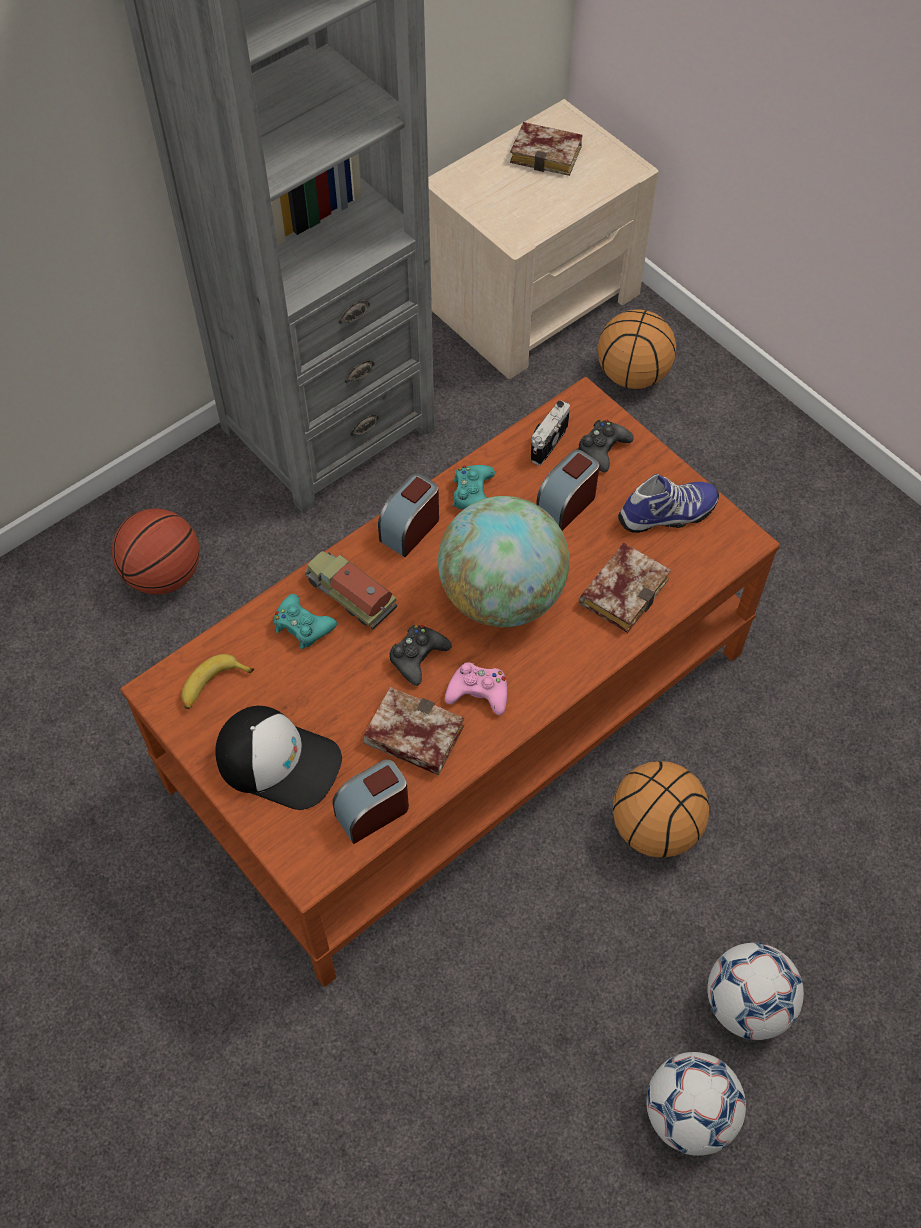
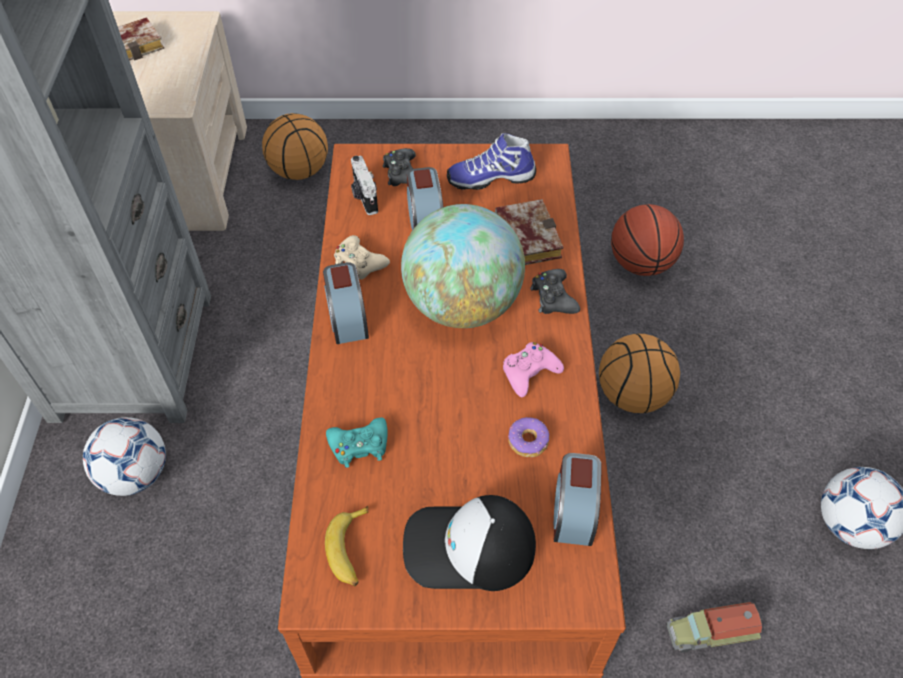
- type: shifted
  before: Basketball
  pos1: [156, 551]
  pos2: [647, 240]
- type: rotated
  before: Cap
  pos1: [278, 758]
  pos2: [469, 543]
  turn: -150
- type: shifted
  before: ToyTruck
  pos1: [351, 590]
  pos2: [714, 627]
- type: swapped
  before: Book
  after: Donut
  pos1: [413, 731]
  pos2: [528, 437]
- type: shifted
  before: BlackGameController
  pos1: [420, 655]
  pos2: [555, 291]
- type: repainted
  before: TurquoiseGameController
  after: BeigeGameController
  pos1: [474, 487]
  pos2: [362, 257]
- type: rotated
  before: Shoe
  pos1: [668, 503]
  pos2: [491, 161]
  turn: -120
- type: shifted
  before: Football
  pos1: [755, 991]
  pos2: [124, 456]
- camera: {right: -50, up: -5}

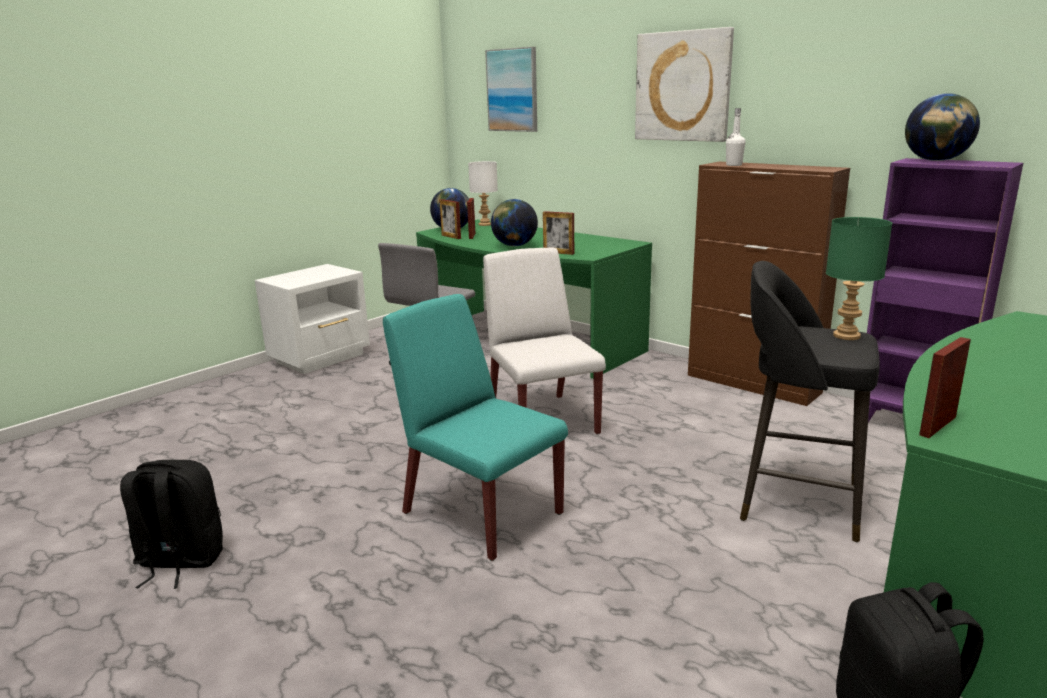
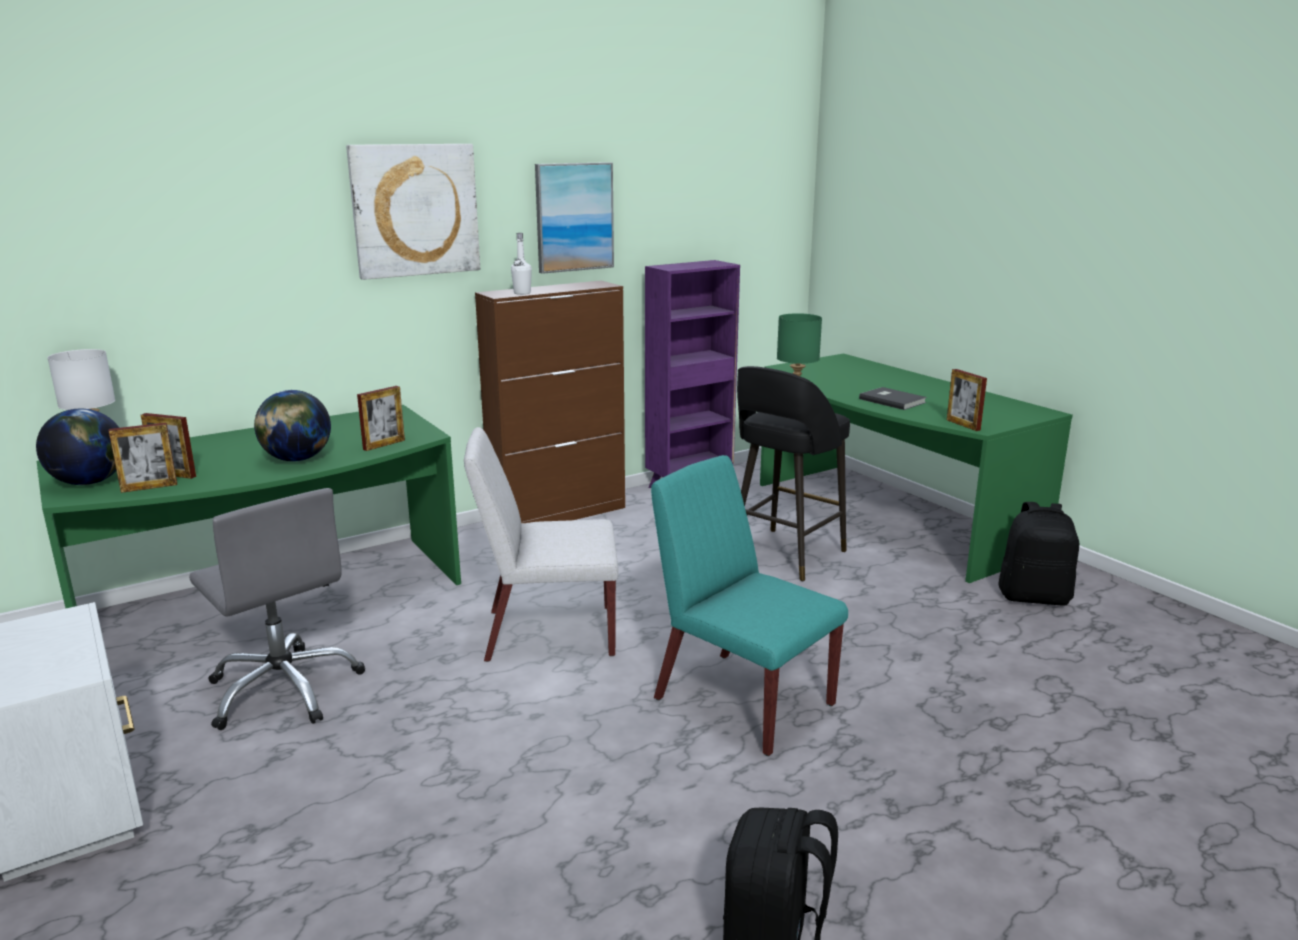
- type: rotated
  before: TurquoiseChair
  pos1: [475, 427]
  pos2: [749, 605]
  turn: 75
- type: shifted
  before: Picture
  pos1: [511, 89]
  pos2: [574, 218]
- type: gone
  before: Globe
  pos1: [942, 127]
- type: new
  after: GreyBook
  pos2: [893, 398]
- camera: {right: -75, up: 0}

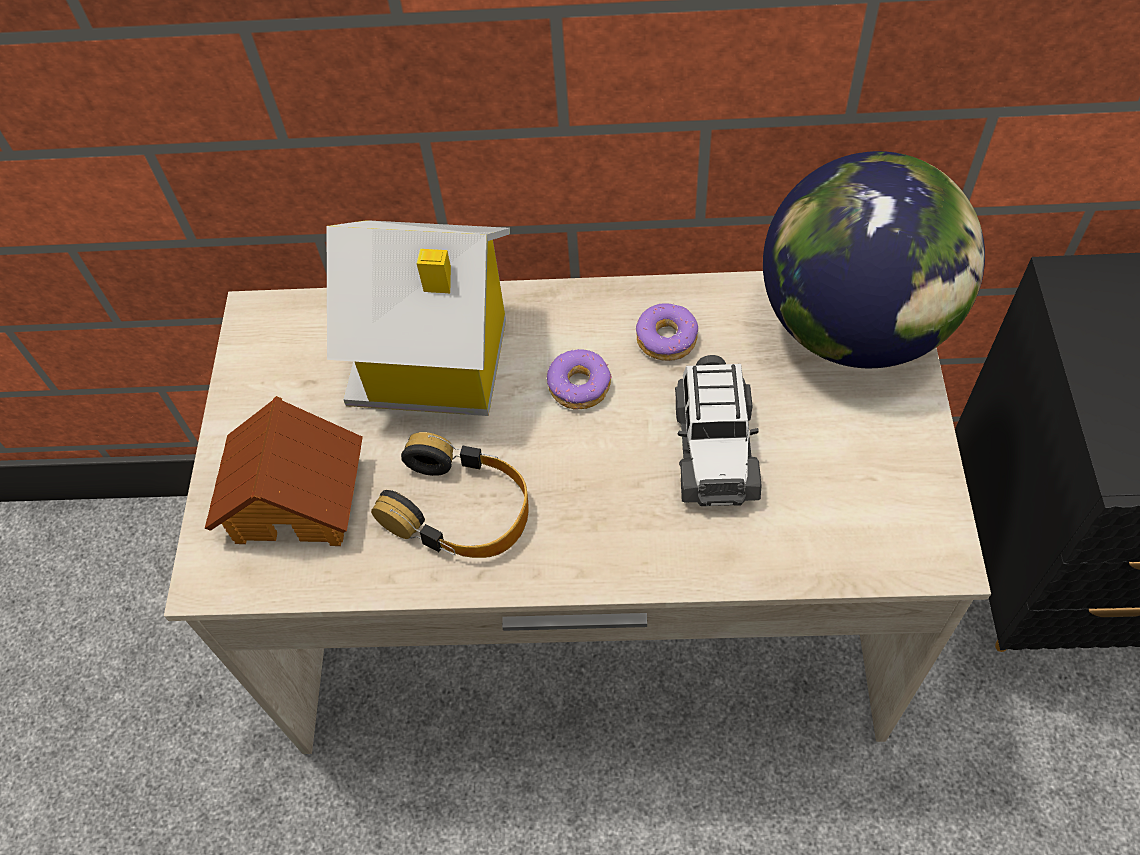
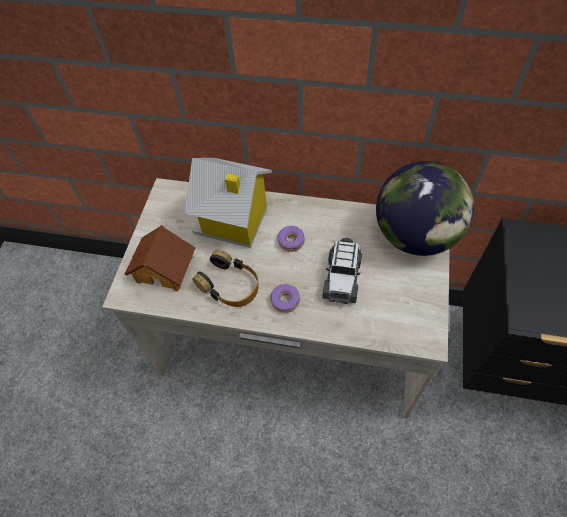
- type: shifted
  before: Donut
  pos1: [667, 332]
  pos2: [285, 298]
- camera: {right: 10, up: 0}

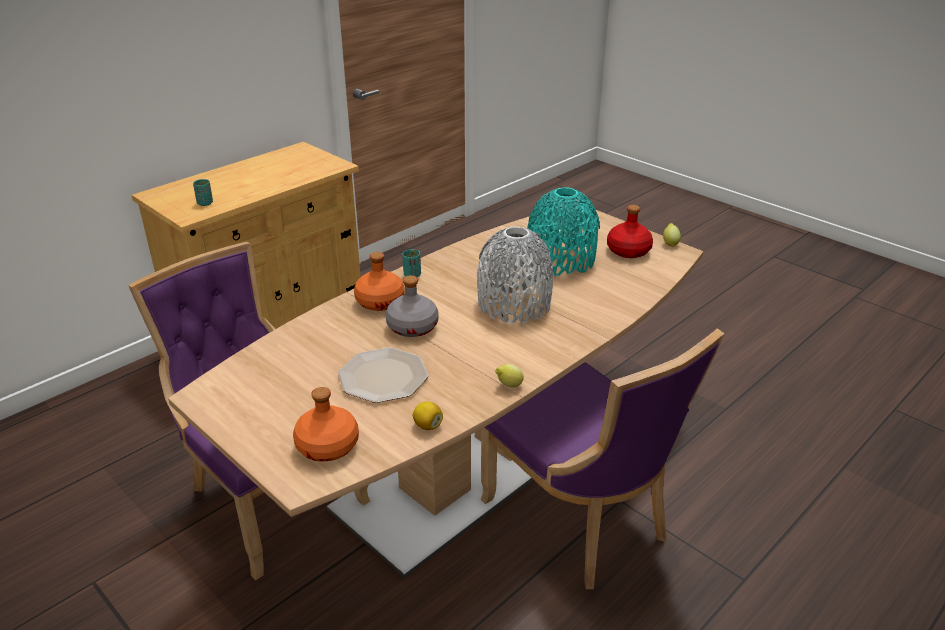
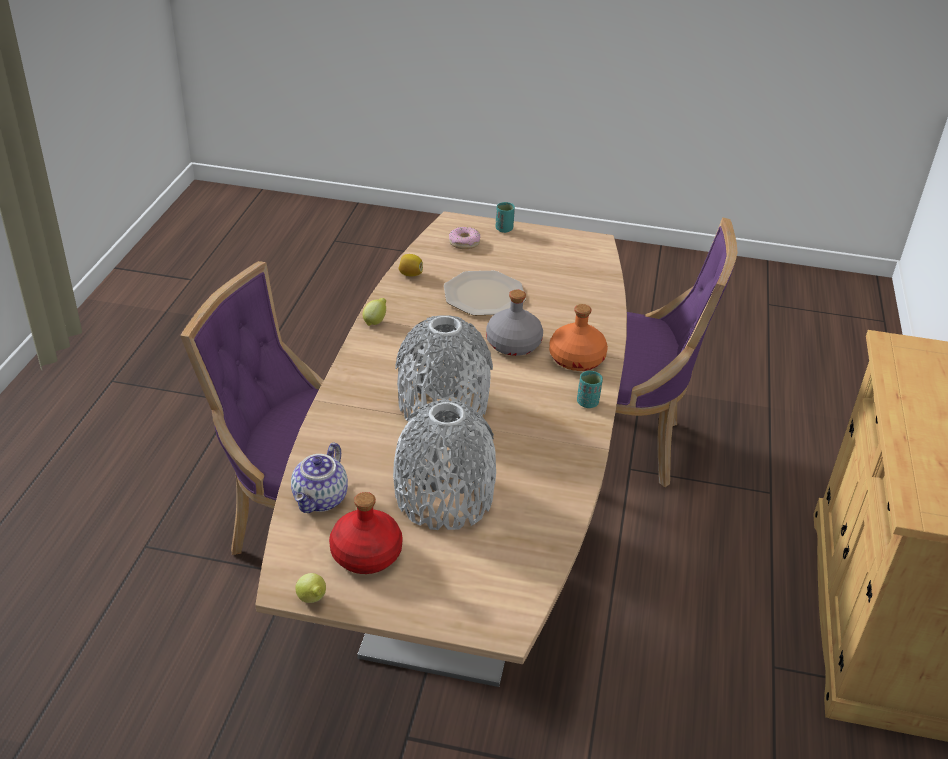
- type: shifted
  before: TurquoiseCup
  pos1: [203, 192]
  pos2: [505, 217]
- type: swapped
  before: OrangeBottle
  after: Donut
  pos1: [326, 424]
  pos2: [464, 238]
- type: repainted
  before: TurquoiseVase
  after: GreyVase
  pos1: [563, 231]
  pos2: [444, 464]
- type: new
  after: Teapot
  pos2: [319, 477]
- camera: {right: 145, up: 5}

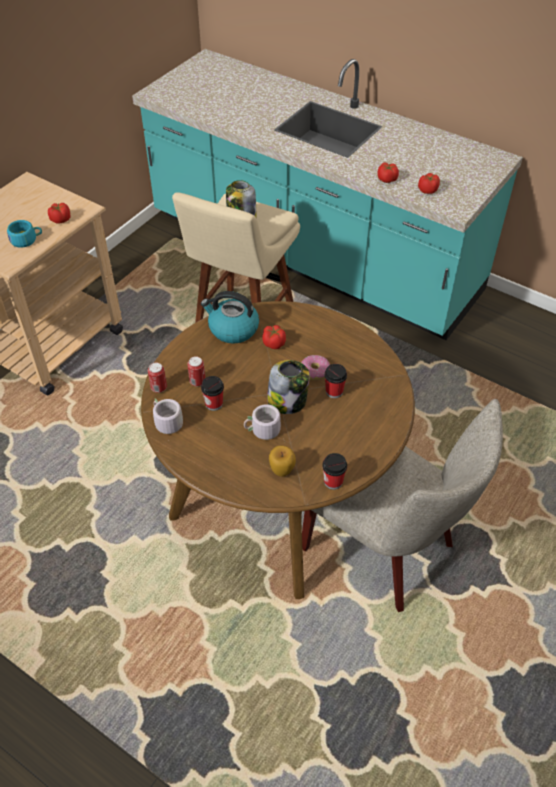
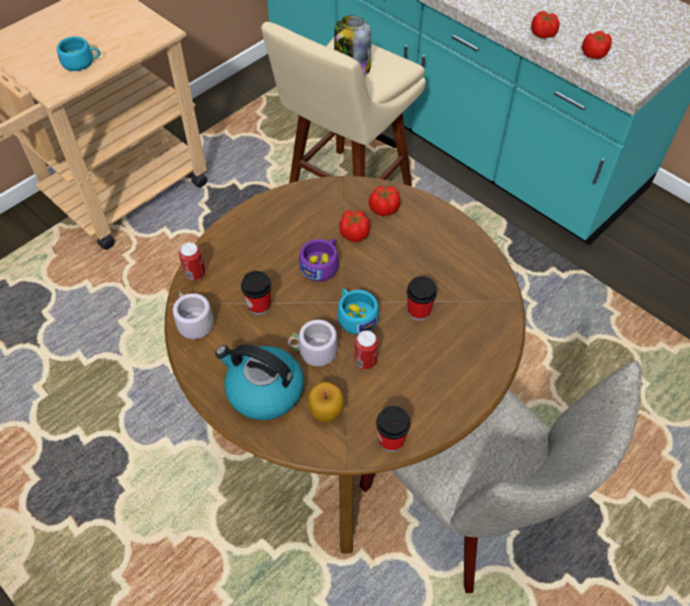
- type: shifted
  before: Tomato
  pos1: [59, 213]
  pos2: [384, 201]
- type: shifted
  before: Can
  pos1: [196, 371]
  pos2: [366, 350]
- type: shifted
  before: Kettle
  pos1: [230, 317]
  pos2: [259, 382]
- type: swapped
  before: Jar
  after: TurquoiseCup
  pos1: [288, 387]
  pos2: [358, 311]
- type: gone
  before: Donut
  pos1: [315, 367]
- type: new
  after: PurpleCup
  pos2: [319, 260]
- camera: {right: 10, up: 5}

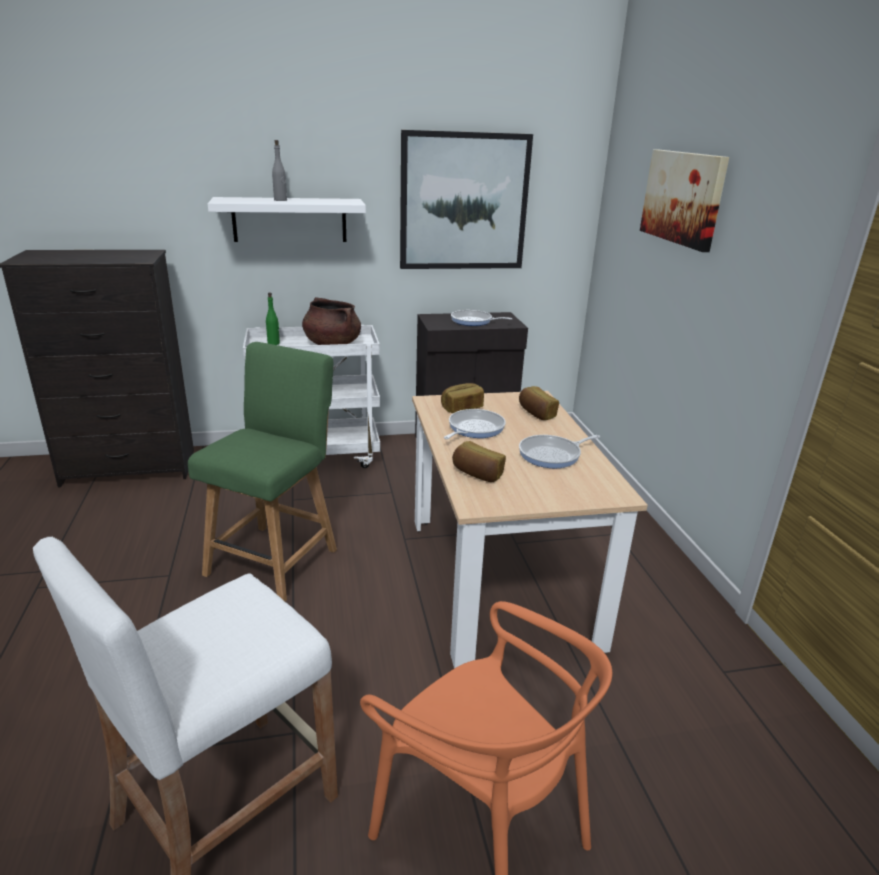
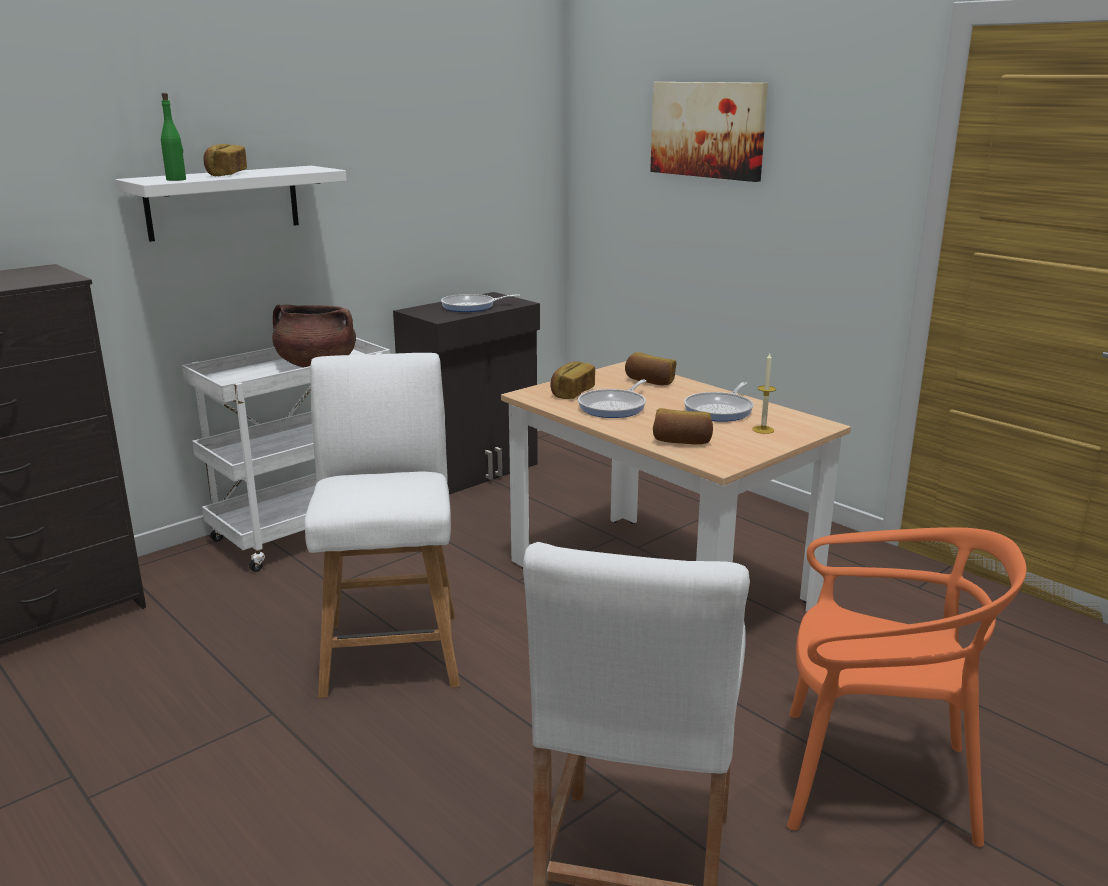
- type: repainted
  before: GreenChair
  after: WhiteChair
  pos1: [262, 472]
  pos2: [382, 525]
- type: shifted
  before: GreenBottle
  pos1: [273, 318]
  pos2: [173, 137]
- type: swapped
  before: GreyBottle
  after: Bread
  pos1: [279, 170]
  pos2: [225, 160]
- type: gone
  before: Picture
  pos1: [466, 199]
- type: rotated
  before: FryingPan
  pos1: [475, 424]
  pos2: [612, 399]
  turn: -150
- type: new
  after: Candle
  pos2: [764, 393]
- camera: {right: -30, up: -5}

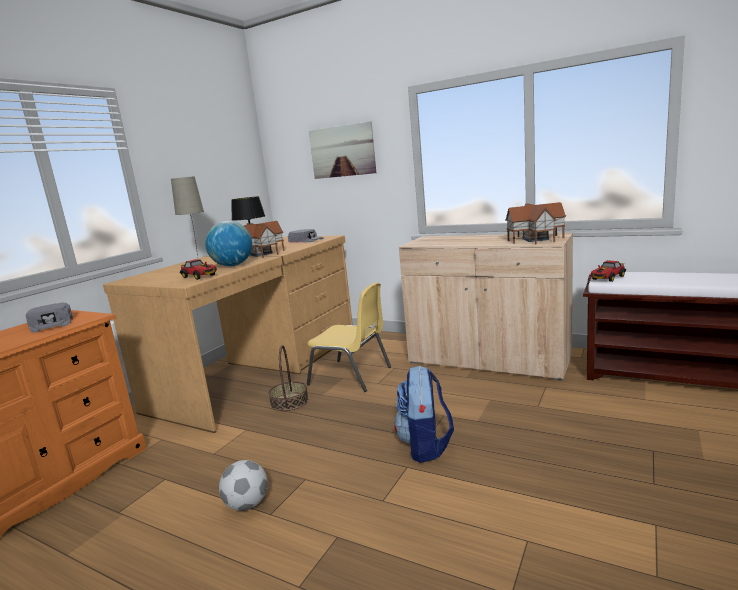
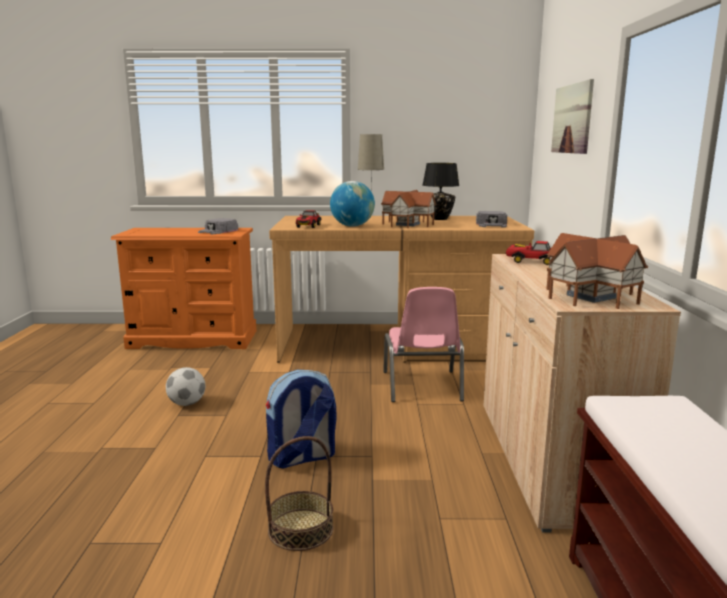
- type: shifted
  before: Basket
  pos1: [288, 378]
  pos2: [299, 493]
- type: repainted
  before: YellowChair
  after: PinkChair
  pos1: [349, 337]
  pos2: [423, 344]
- type: shifted
  before: ToyCar
  pos1: [608, 271]
  pos2: [528, 253]
- camera: {right: 60, up: 0}

